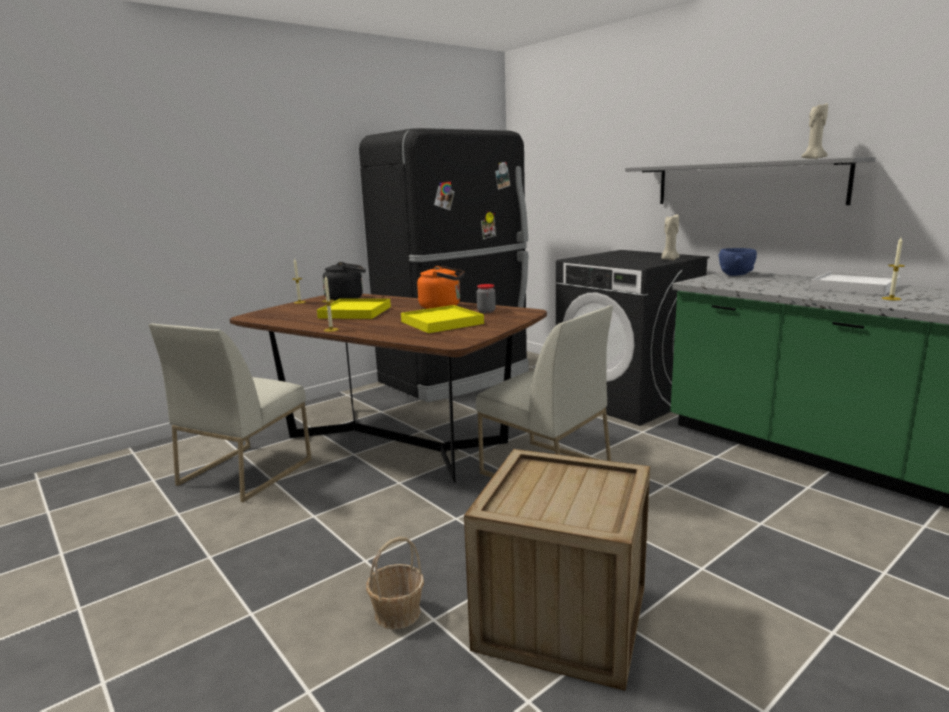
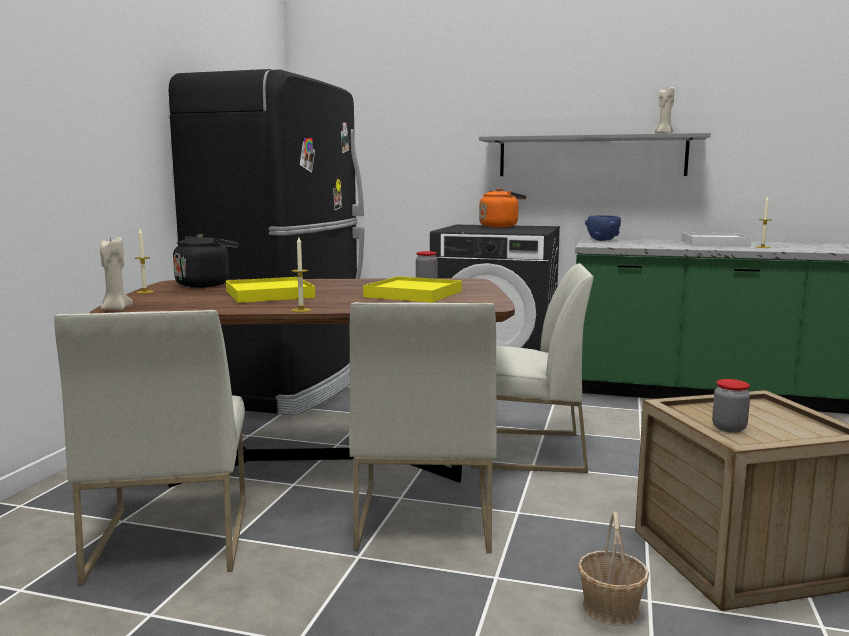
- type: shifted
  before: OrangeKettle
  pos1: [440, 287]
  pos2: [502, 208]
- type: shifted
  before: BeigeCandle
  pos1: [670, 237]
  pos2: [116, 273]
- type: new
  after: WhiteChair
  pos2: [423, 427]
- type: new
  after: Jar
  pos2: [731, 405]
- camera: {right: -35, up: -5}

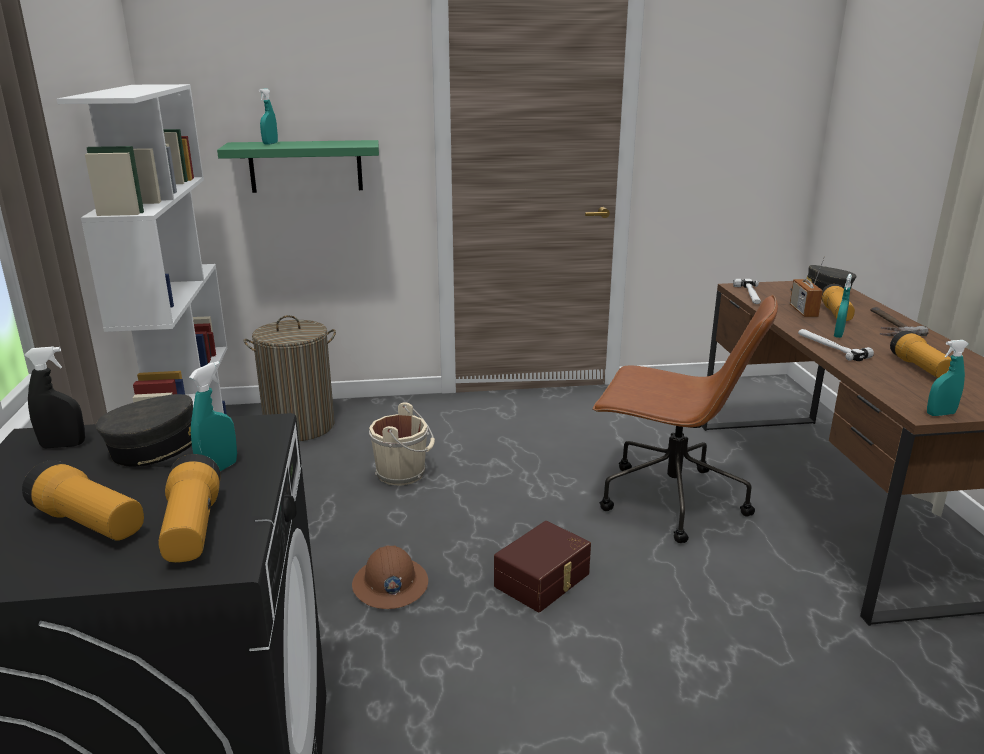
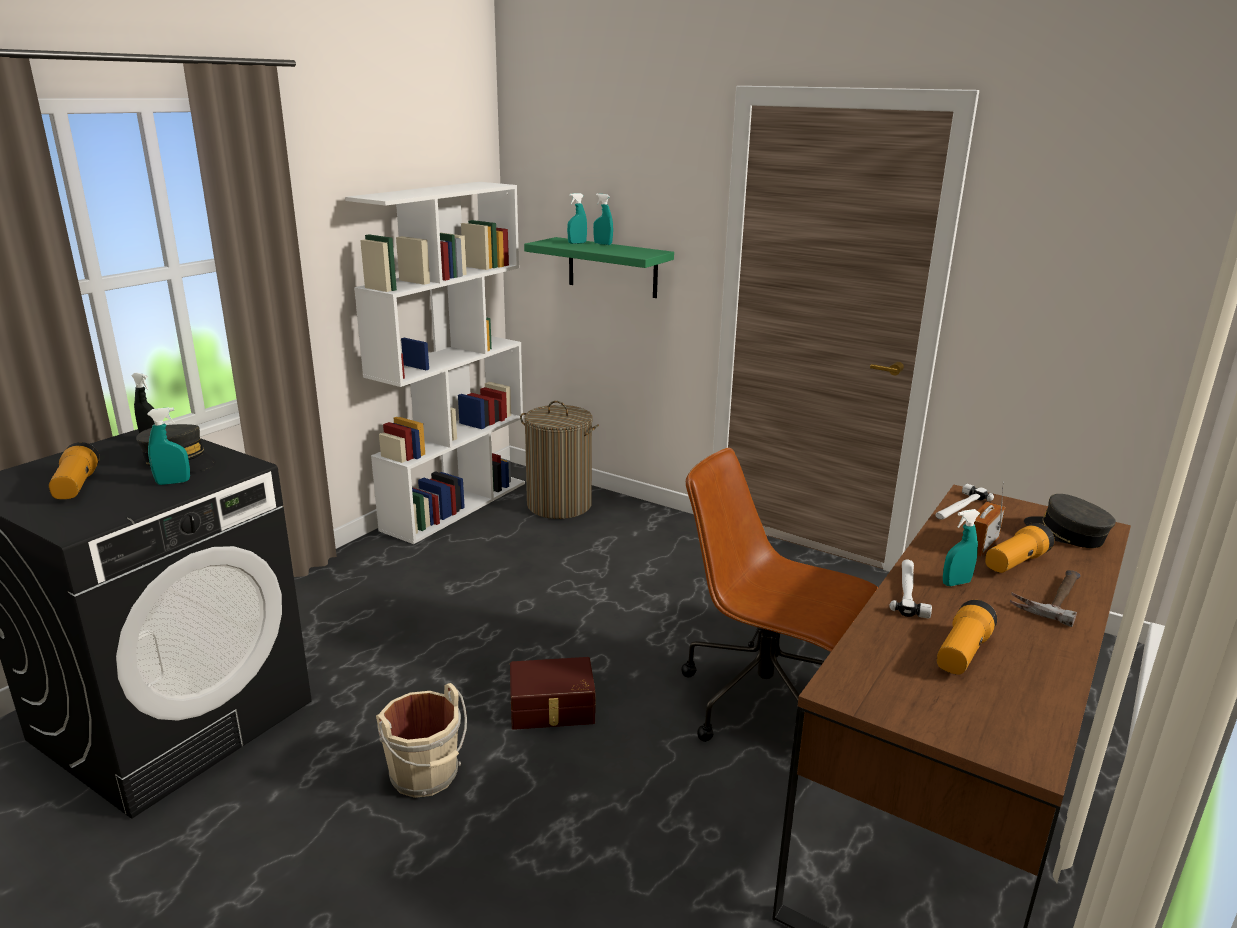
- type: gone
  before: Flashlight
  pos1: [189, 508]
- type: gone
  before: BrownHardHat
  pos1: [390, 577]
- type: shifted
  before: BeigeBucket
  pos1: [402, 444]
  pos2: [421, 740]
- type: rotated
  before: BrownOfficeChair
  pos1: [685, 419]
  pos2: [779, 595]
  turn: 150
- type: shifted
  before: TurquoiseSprayBottle
  pos1: [948, 378]
  pos2: [603, 219]
- camera: {right: 40, up: 0}

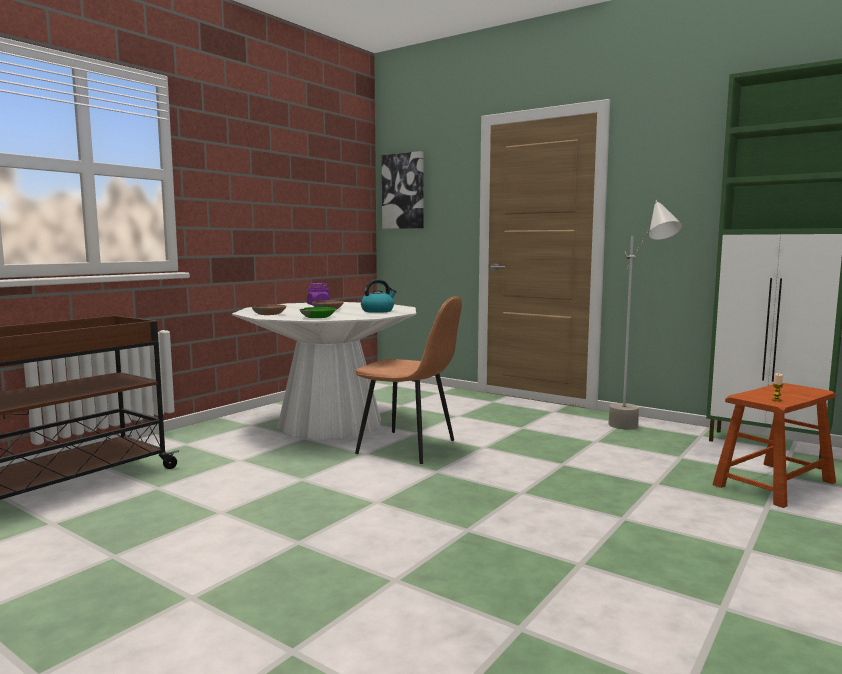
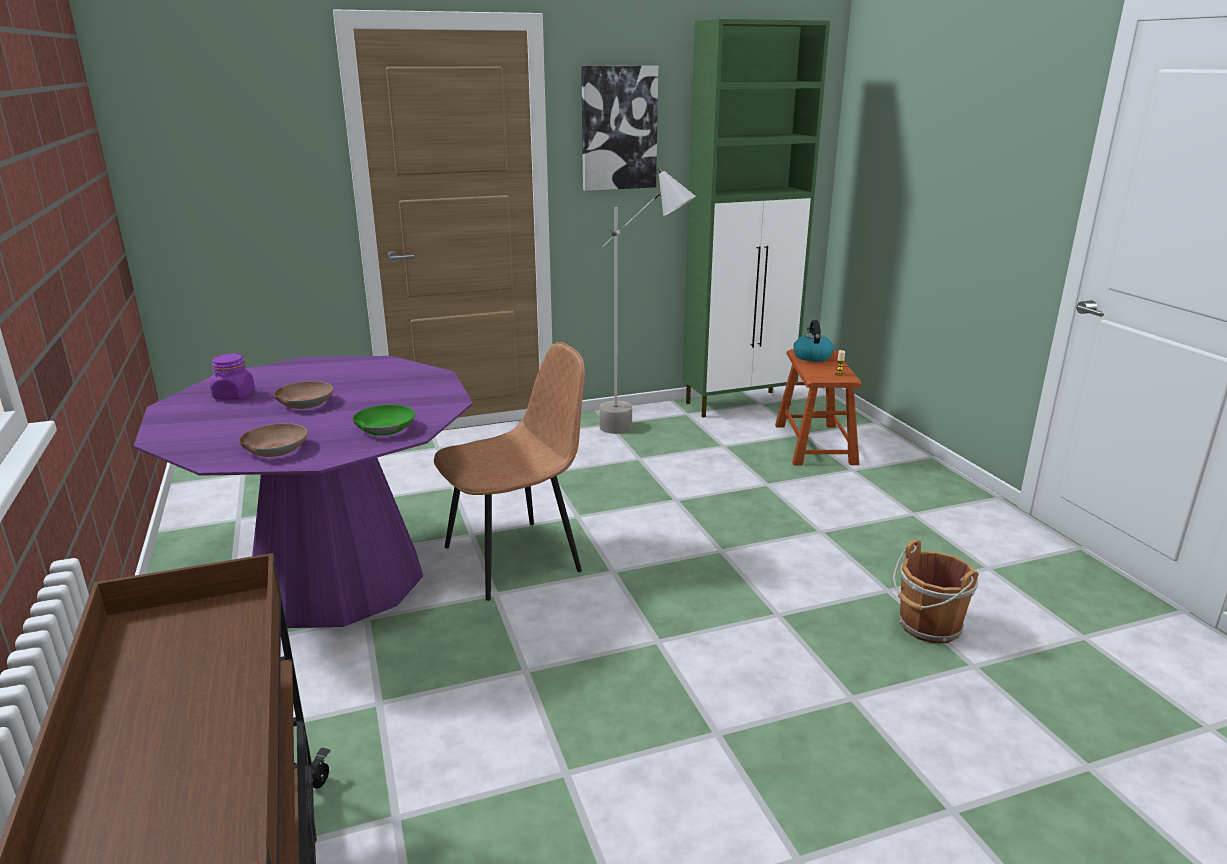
- type: repainted
  before: WhiteDiningTable
  after: PurpleDiningTable
  pos1: [324, 371]
  pos2: [303, 492]
- type: shifted
  before: Kettle
  pos1: [379, 296]
  pos2: [813, 341]
- type: shifted
  before: Picture
  pos1: [403, 190]
  pos2: [619, 128]
- type: new
  after: BrownBucket
  pos2: [936, 591]
- camera: {right: -55, up: 15}

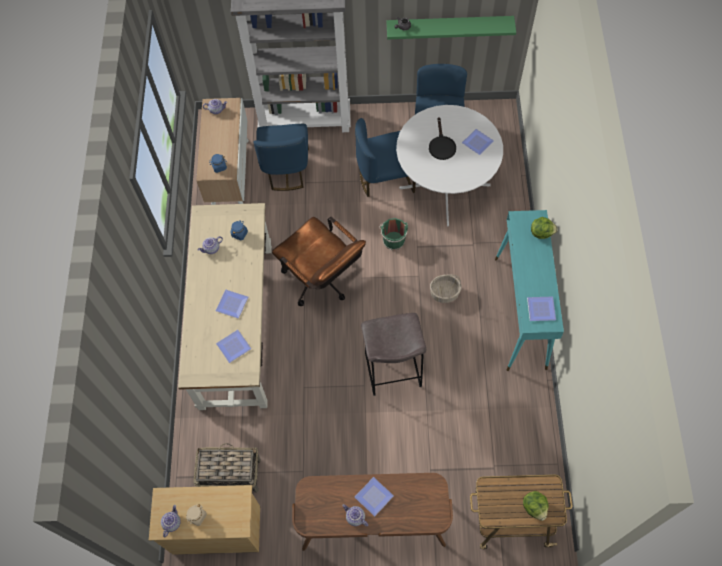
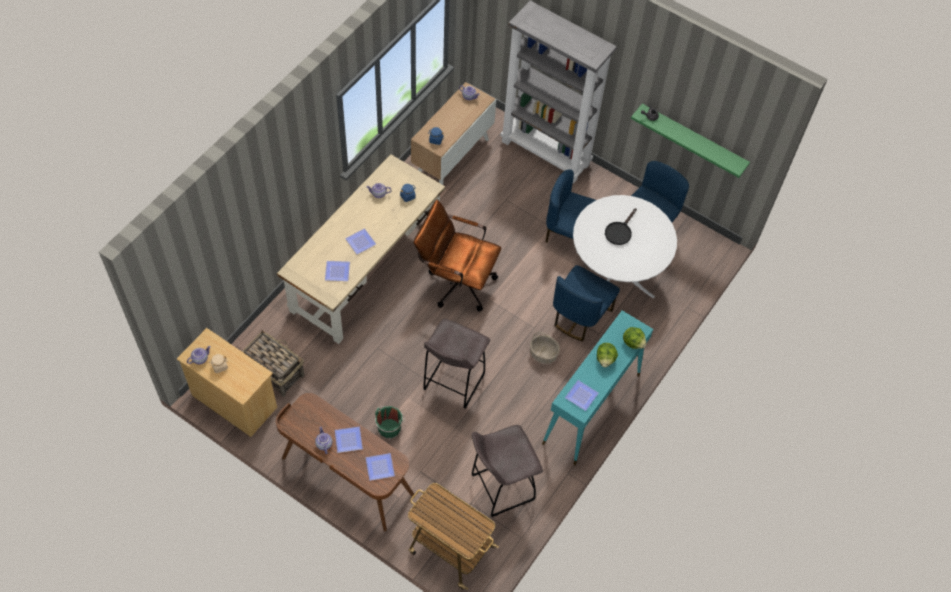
- type: shifted
  before: BlueChair
  pos1: [281, 157]
  pos2: [586, 303]
- type: rotated
  before: BrownOfficeChair
  pos1: [319, 261]
  pos2: [457, 256]
  turn: 120
- type: shifted
  before: GreenBucket
  pos1: [393, 234]
  pos2: [390, 423]
- type: shifted
  before: Plate
  pos1: [478, 142]
  pos2: [380, 467]
- type: shifted
  before: Lettuce
  pos1: [536, 506]
  pos2: [607, 355]
- type: new
  after: GreyStool
  pos2: [507, 471]
- camera: {right: 30, up: -5}

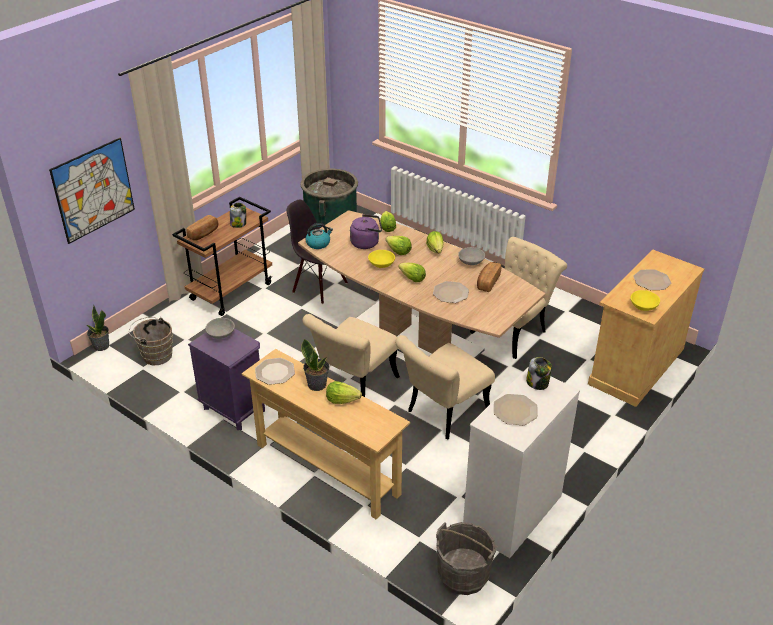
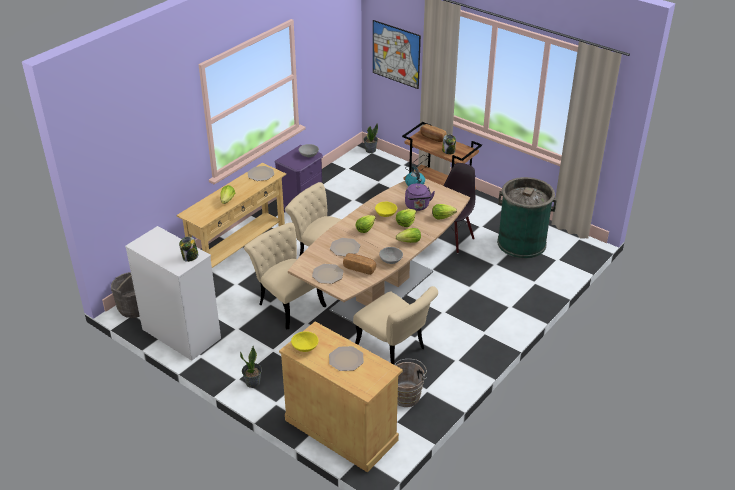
- type: shifted
  before: BrownBucket
  pos1: [151, 341]
  pos2: [411, 383]
- type: shifted
  before: PottedPlant
  pos1: [315, 365]
  pos2: [251, 367]
- type: shifted
  before: Plate
  pos1: [515, 409]
  pos2: [328, 274]
- camera: {right: 90, up: 0}

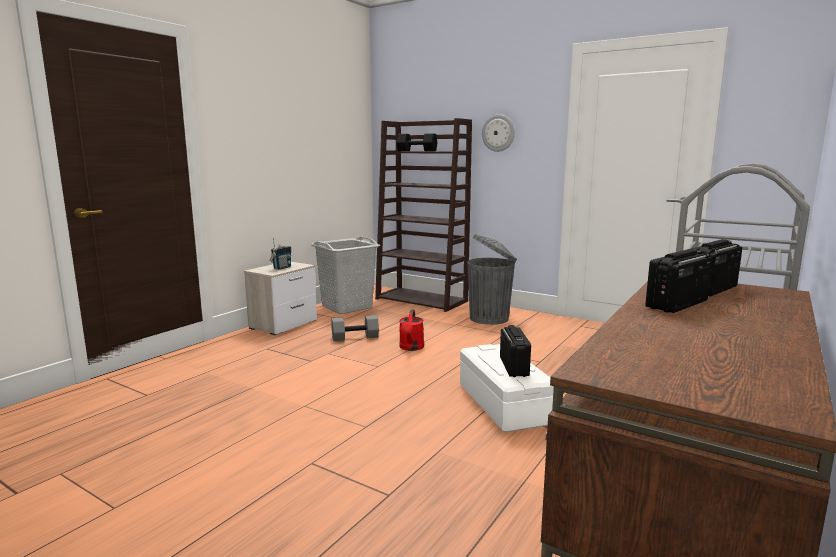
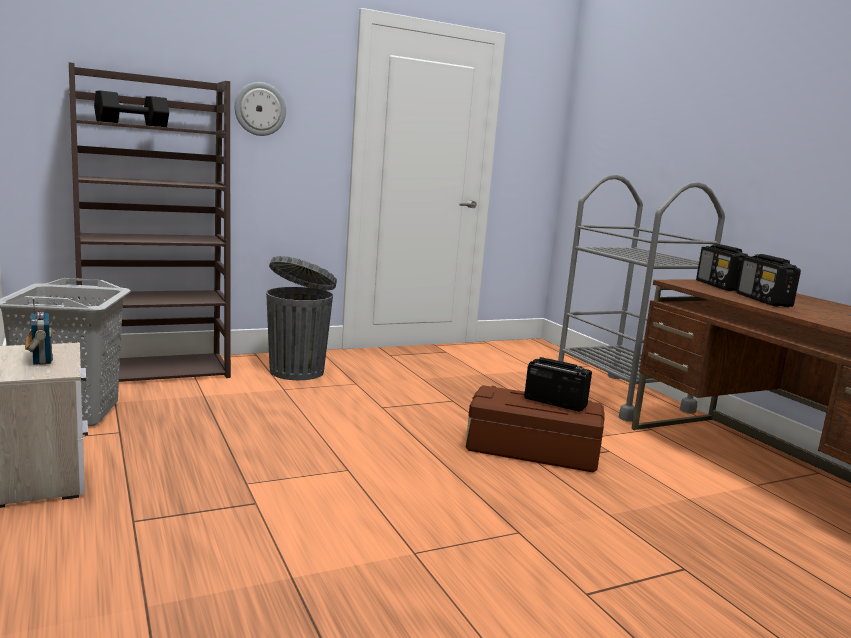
- type: gone
  before: GreyDumbbell
  pos1: [355, 328]
- type: gone
  before: RedWateringCan
  pos1: [411, 330]
- type: repainted
  before: WhiteStorageBox
  after: BrownStorageBox
  pos1: [507, 388]
  pos2: [535, 429]
- camera: {right: -60, up: 0}

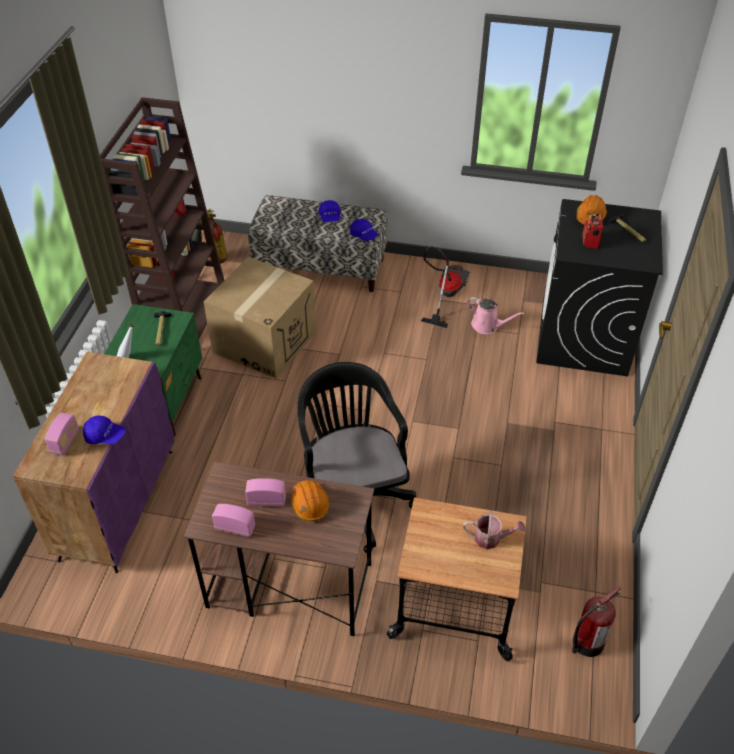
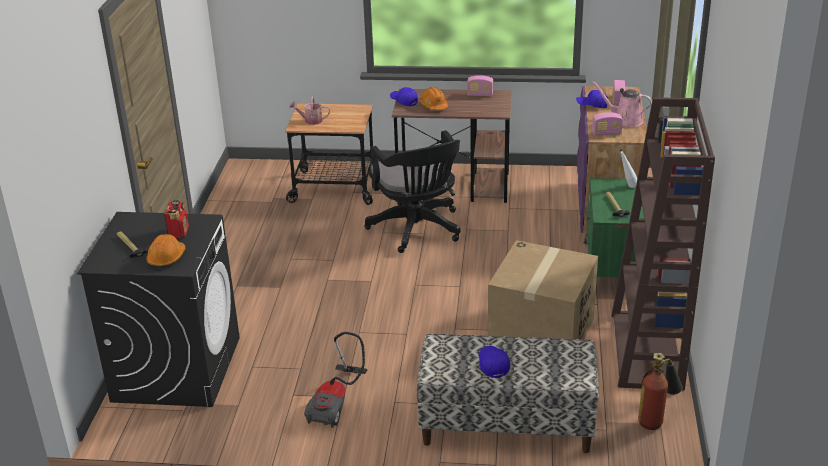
- type: shifted
  before: Radio
  pos1: [265, 492]
  pos2: [607, 124]
- type: shifted
  before: BlueCap
  pos1: [364, 230]
  pos2: [404, 97]
- type: shifted
  before: PinkWateringCan
  pos1: [496, 315]
  pos2: [622, 104]
- type: gone
  before: FireExtinguisher
  pos1: [596, 621]
- camera: {right: 175, up: -15}

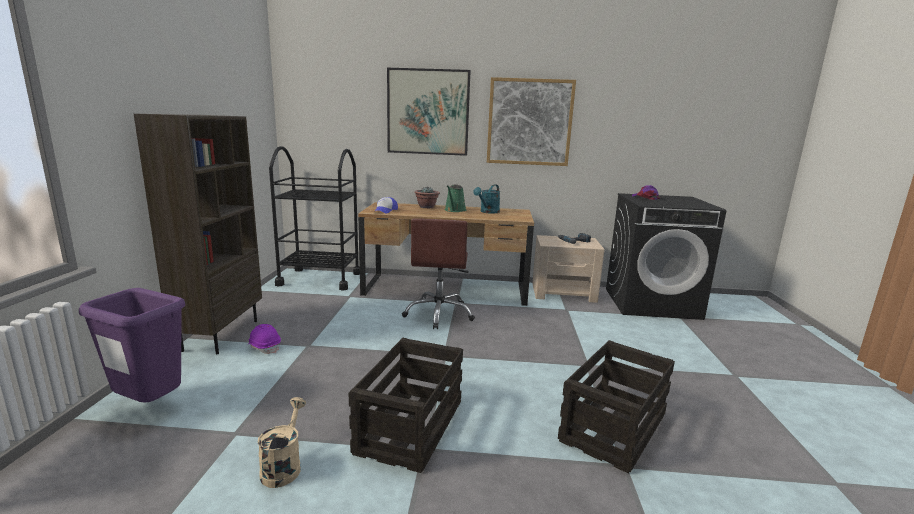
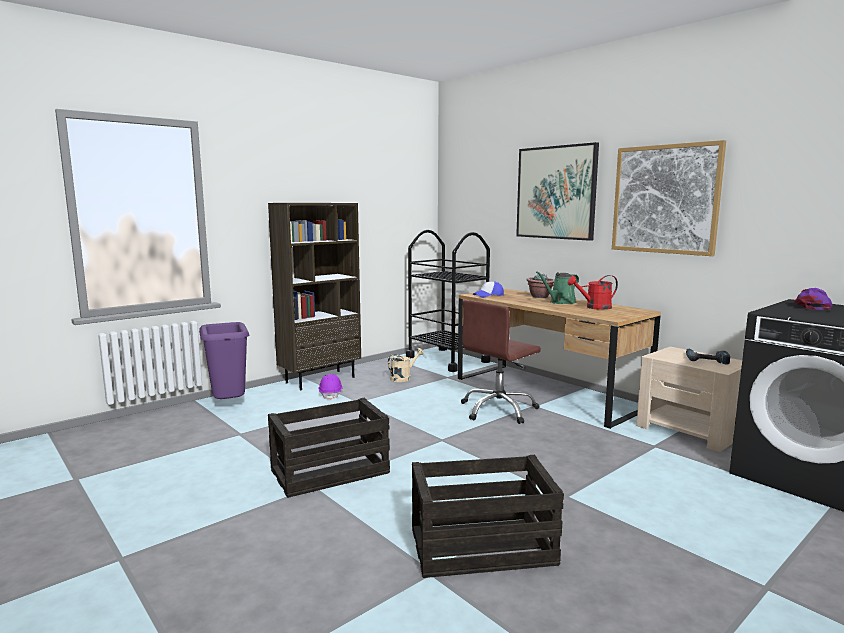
- type: shifted
  before: BeigeWateringCan
  pos1: [281, 442]
  pos2: [406, 365]
- type: repainted
  before: TurquoiseWateringCan
  after: RedWateringCan
  pos1: [486, 199]
  pos2: [593, 292]
- camera: {right: 45, up: -5}

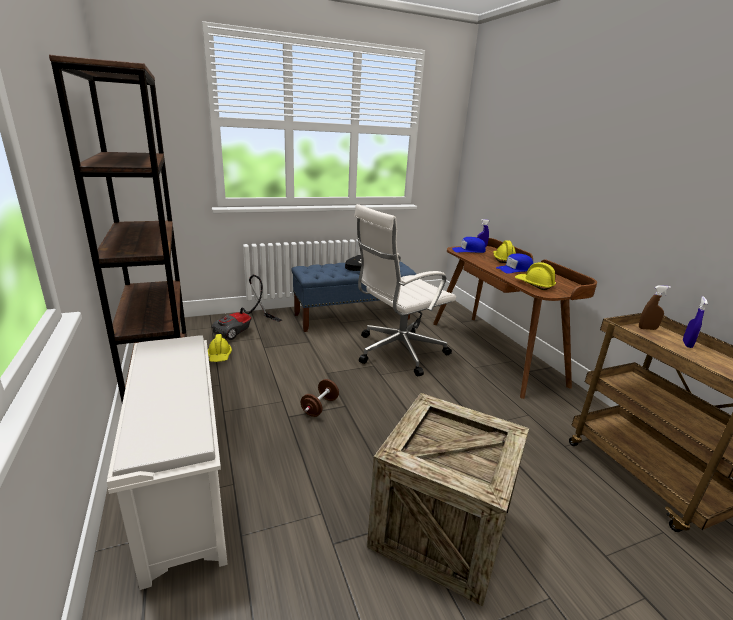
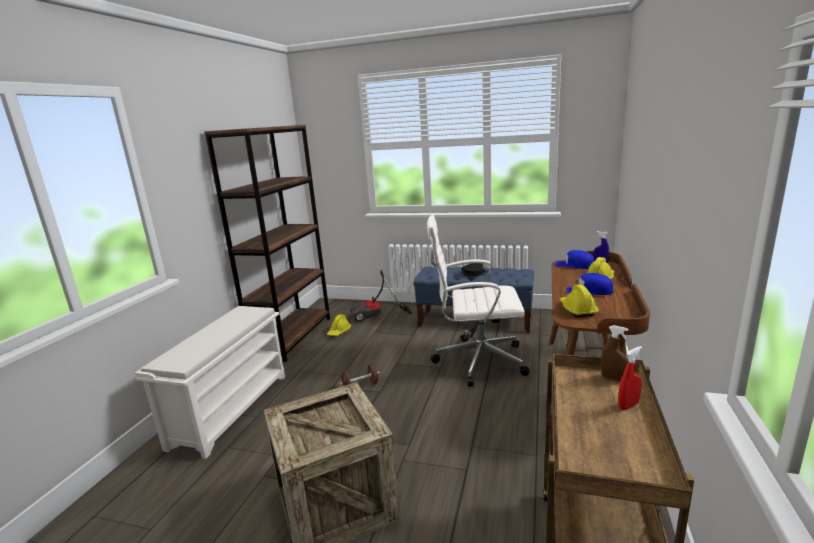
- type: repainted
  before: BlueSprayBottle
  after: RedSprayBottle
  pos1: [695, 322]
  pos2: [630, 378]
- camera: {right: 40, up: -5}

